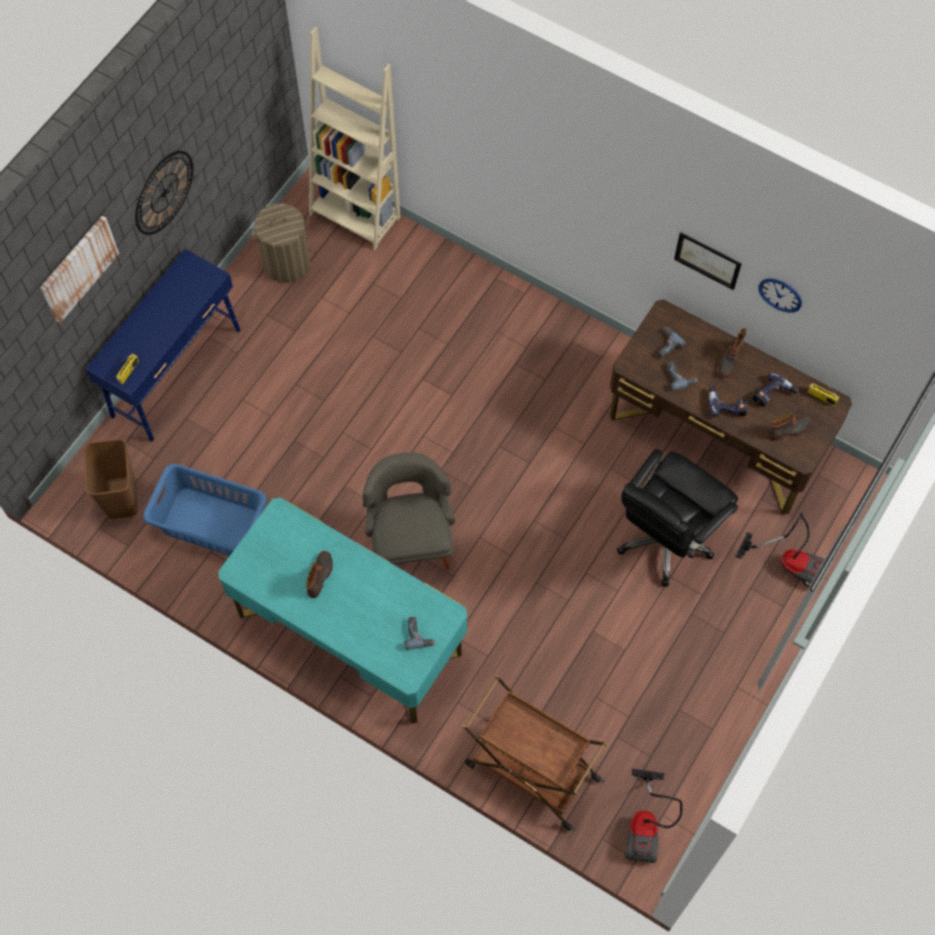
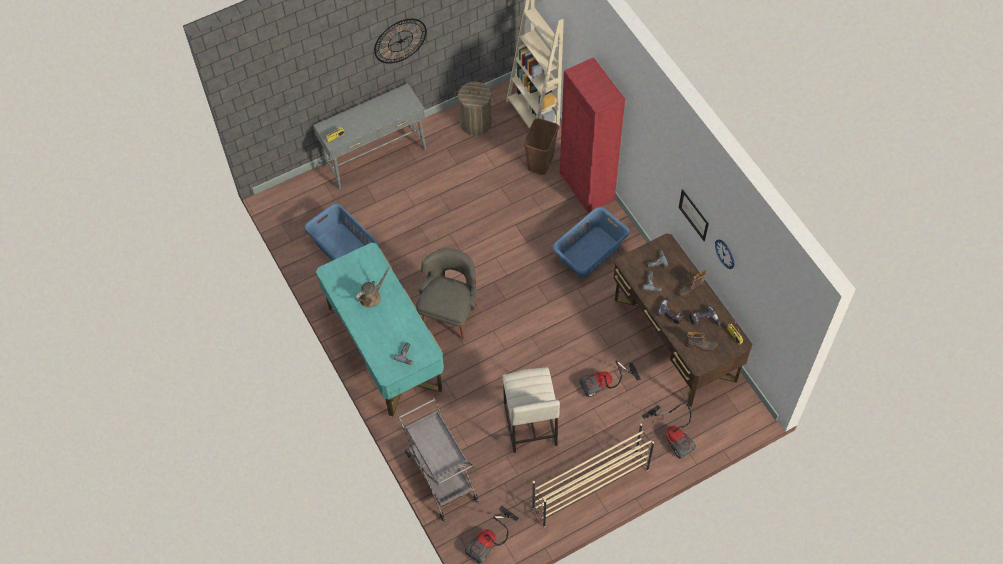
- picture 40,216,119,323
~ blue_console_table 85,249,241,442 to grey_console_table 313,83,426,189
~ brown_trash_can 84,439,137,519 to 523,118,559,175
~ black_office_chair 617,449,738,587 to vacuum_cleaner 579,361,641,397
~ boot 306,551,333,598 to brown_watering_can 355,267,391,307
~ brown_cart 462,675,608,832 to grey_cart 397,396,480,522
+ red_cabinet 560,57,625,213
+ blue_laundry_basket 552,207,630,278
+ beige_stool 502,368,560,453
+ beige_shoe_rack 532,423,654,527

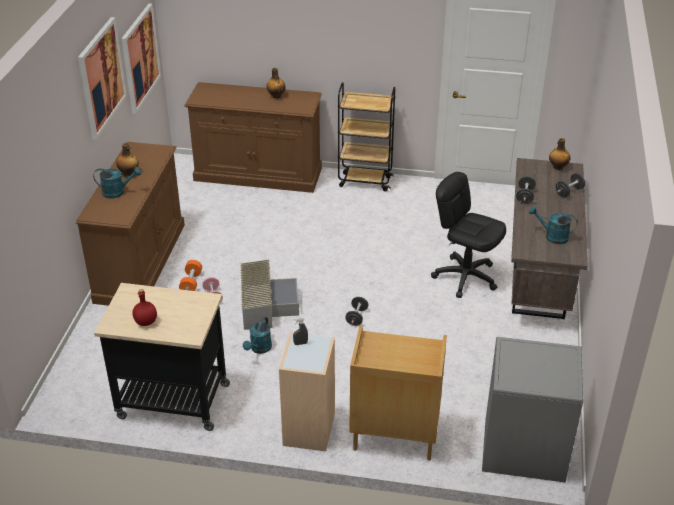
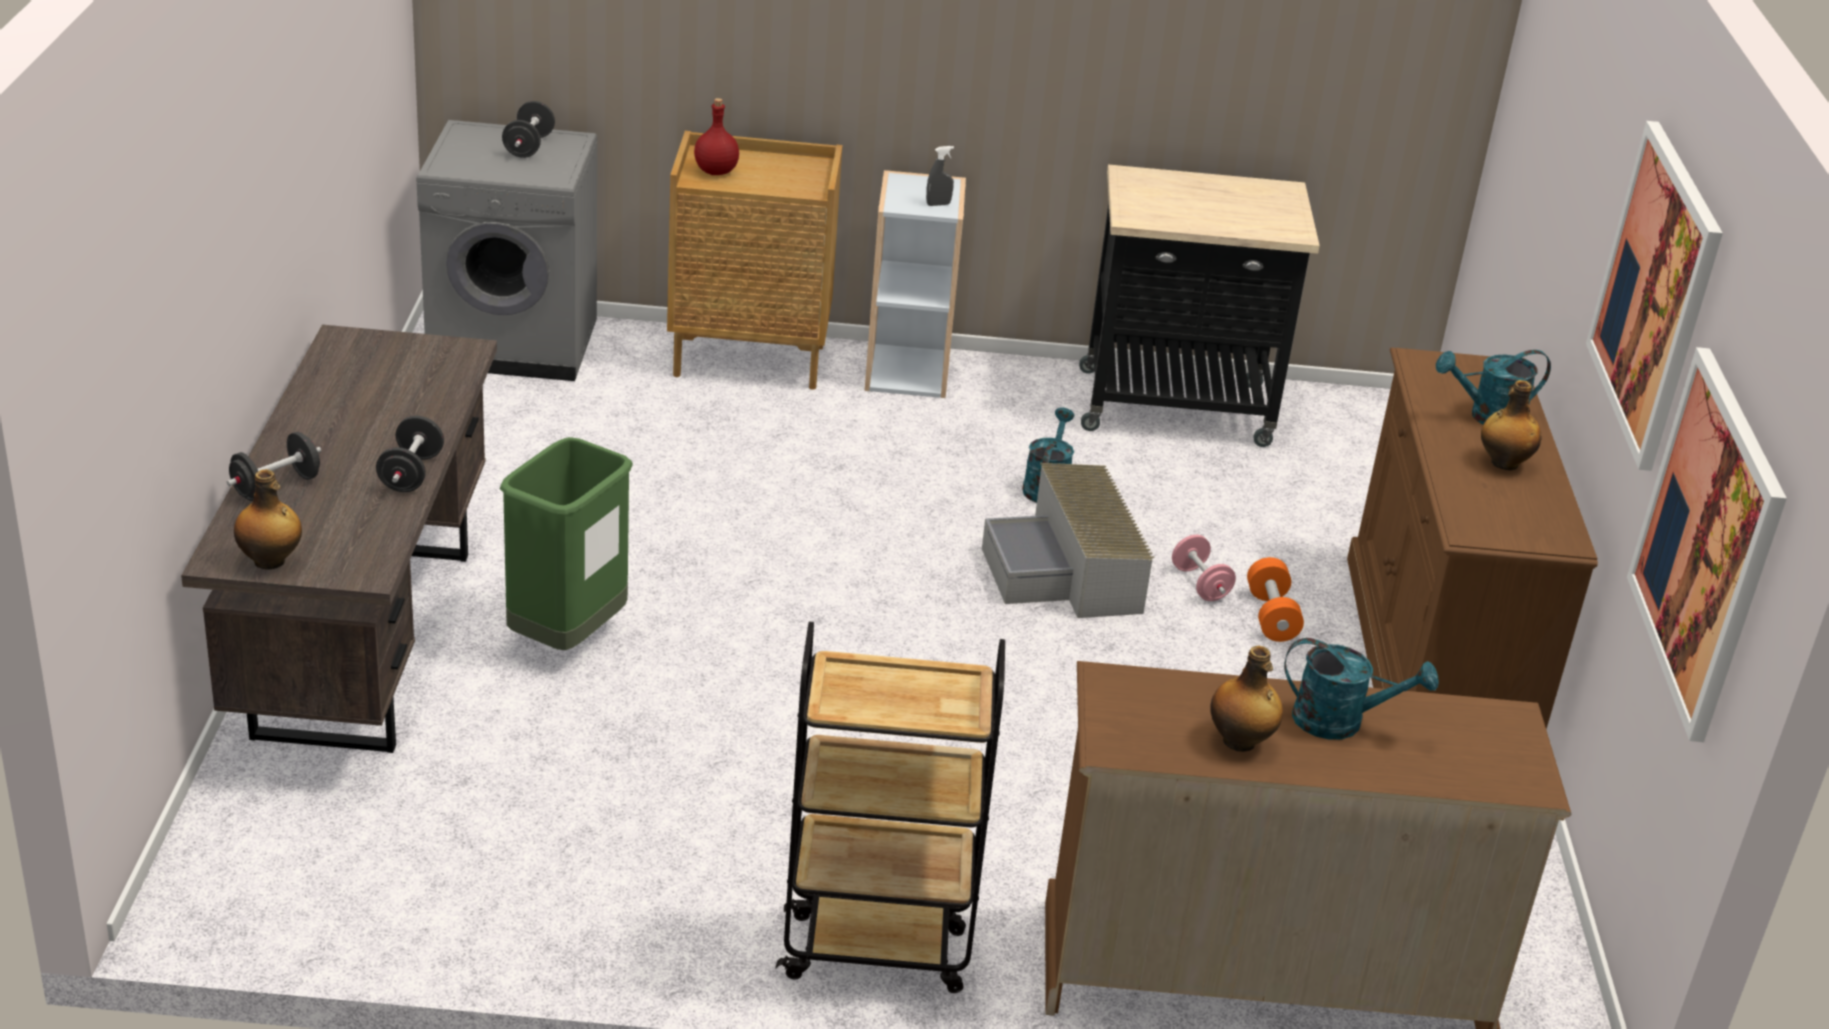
~ black_office_chair 431,172,506,298 to green_trash_can 500,437,633,650
~ turquoise_watering_can 529,206,578,244 to 1284,638,1439,739
~ red_bottle 133,289,157,326 to 694,98,739,175
~ black_dumbbell 345,297,368,326 to 502,101,555,158

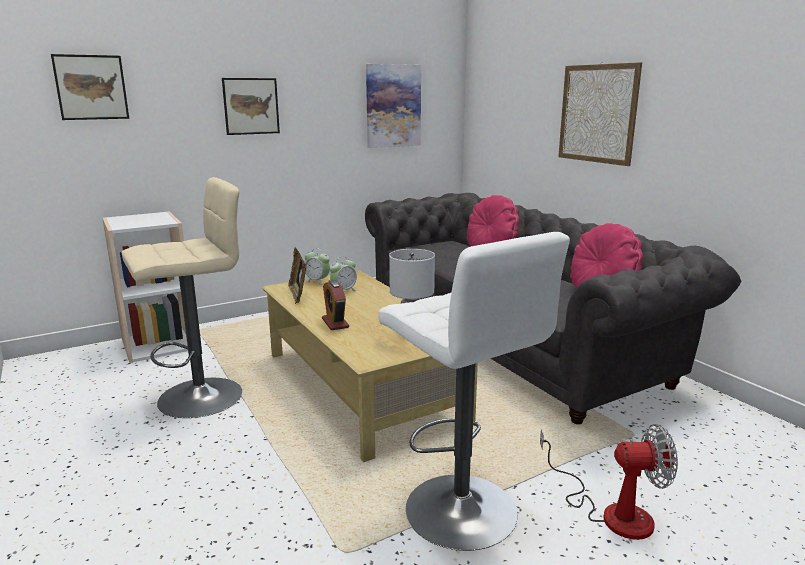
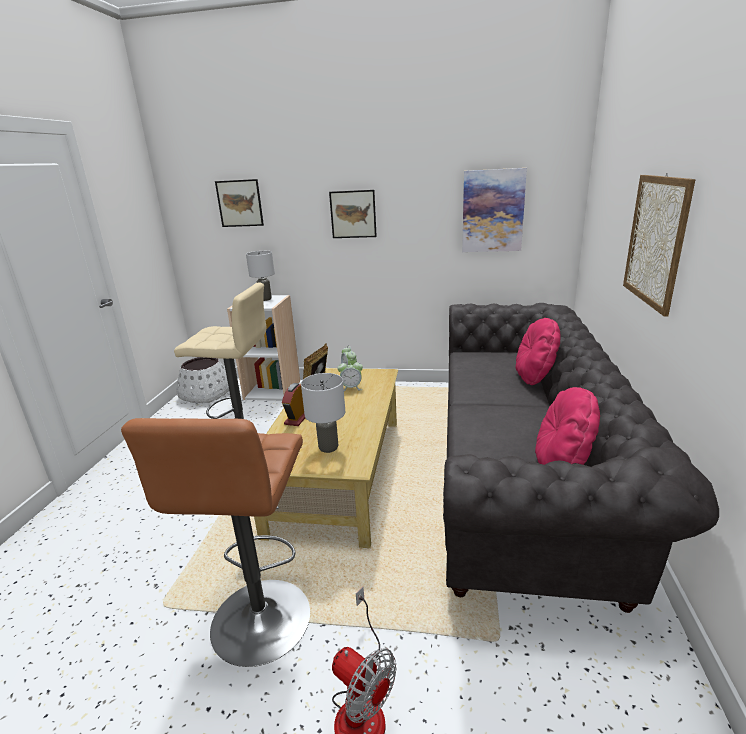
~ white_stool 378,232,570,551 to brown_stool 121,418,310,667
+ white_table_lamp 246,251,275,301
+ white_planter 176,357,229,403

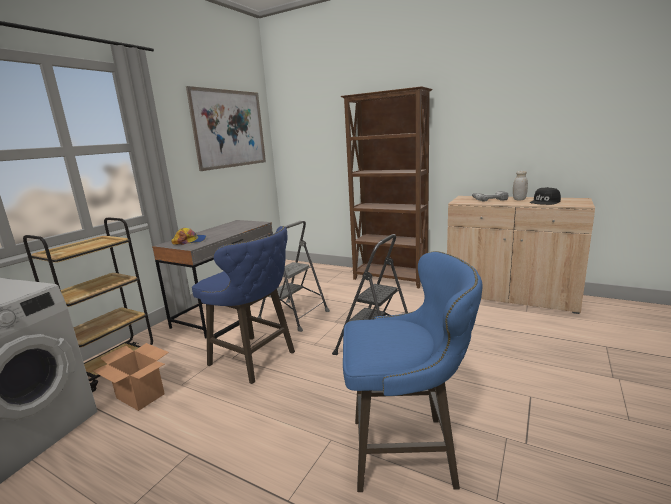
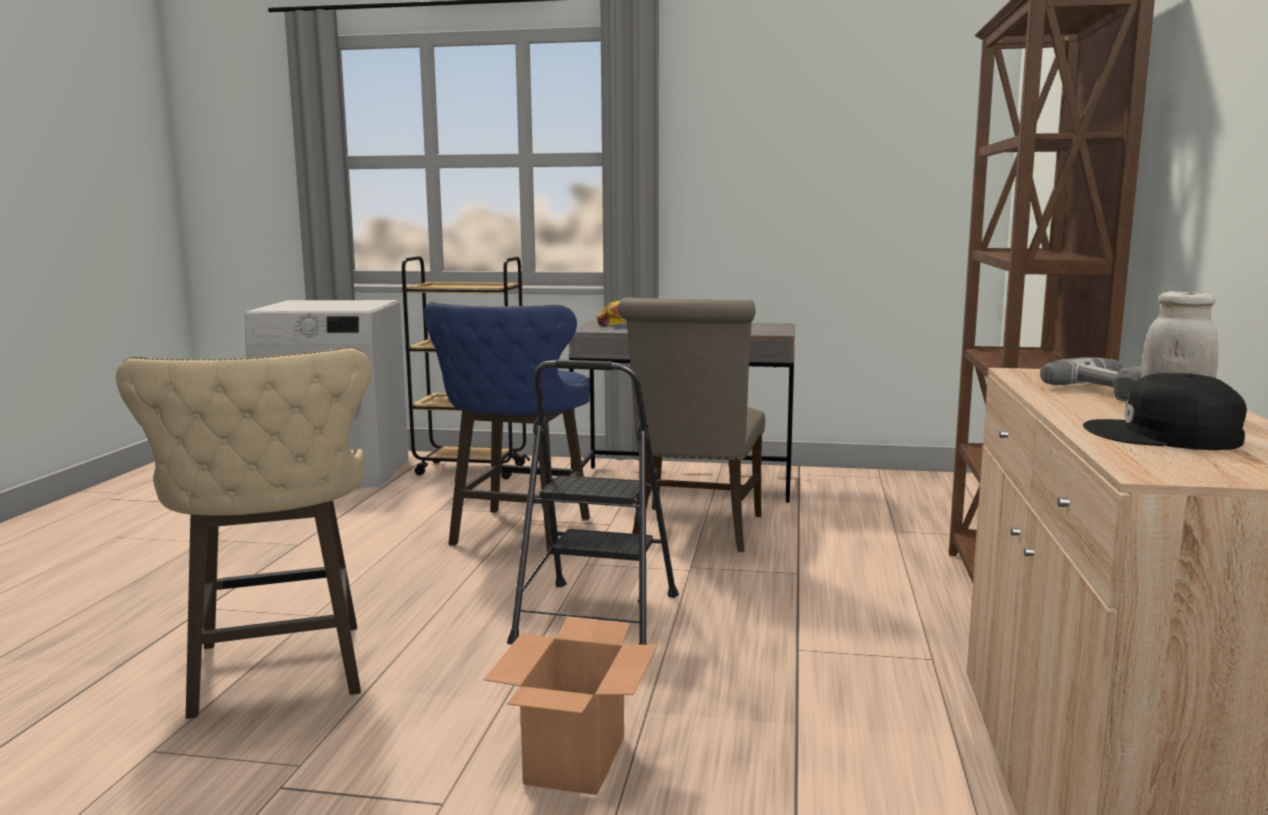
- picture 186,86,266,171
~ grey_step_ladder 257,220,330,332 to beige_chair 618,297,765,552
~ blue_stool 343,251,483,492 to beige_stool 116,347,371,719
~ cardboard_box 93,343,169,411 to 484,617,658,795

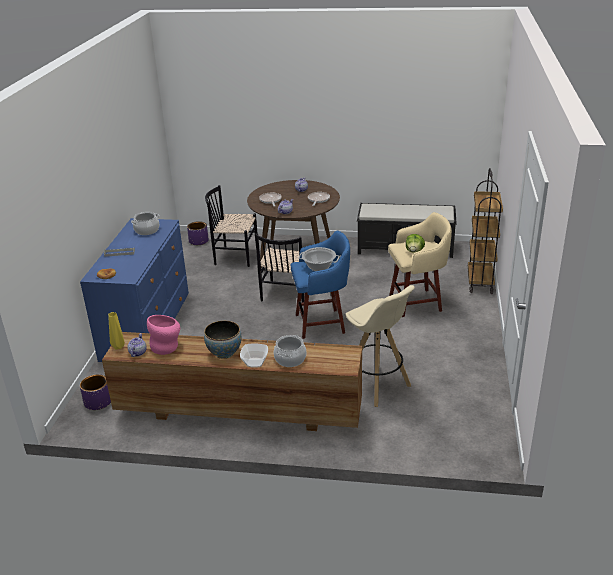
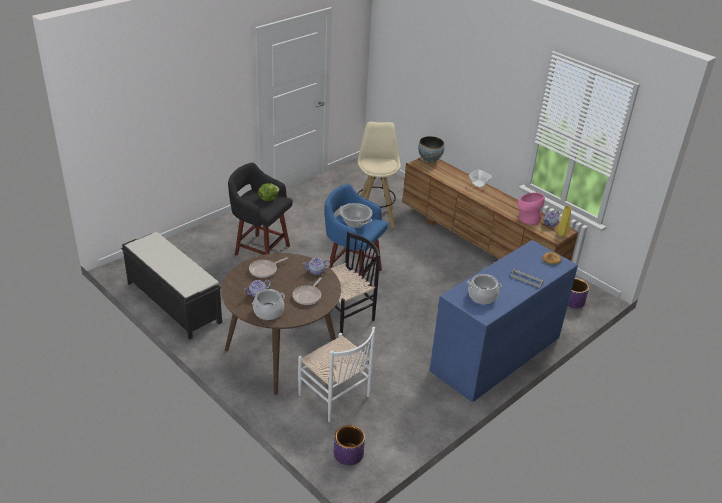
- brown_cart 468,168,503,294
~ black_chair 205,185,257,267 to white_chair 298,327,375,422
~ beige_stool 388,212,452,317 to black_stool 228,163,292,256
~ bowl 204,321,241,359 to 418,136,444,163
~ cooking_pot 274,335,307,367 to 252,289,285,320

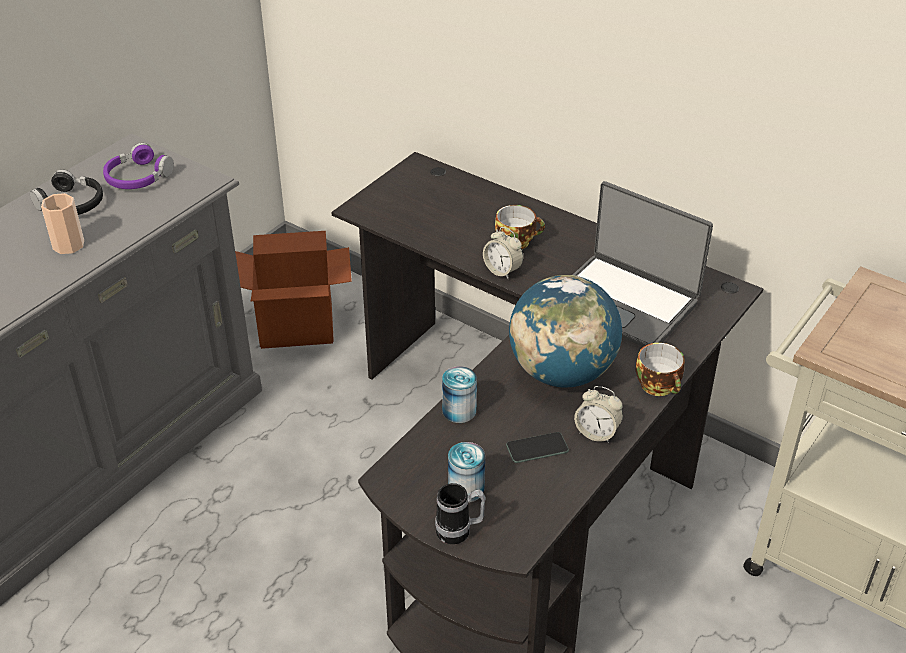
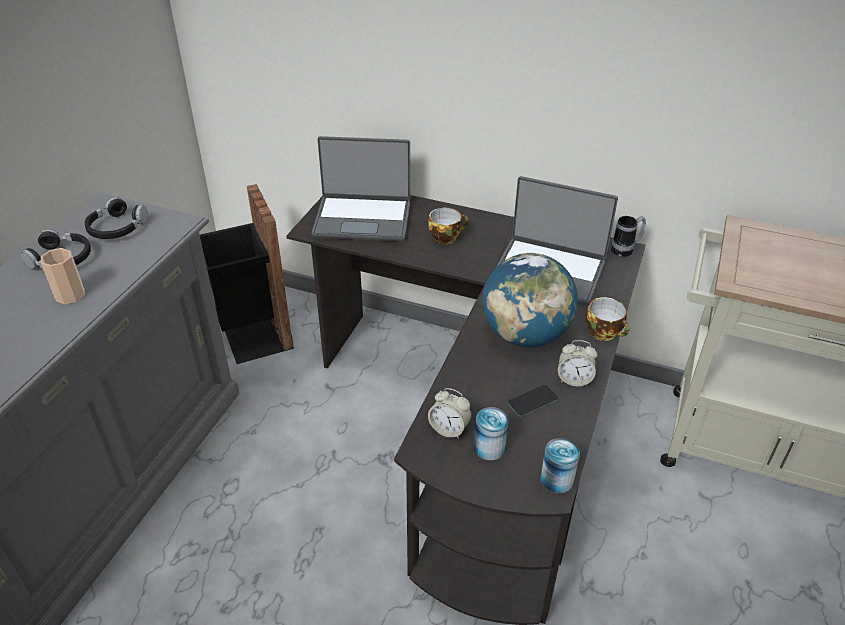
~ purple_headphones 103,143,174,189 to black_headphones 85,197,148,239
~ alarm_clock 483,227,523,279 to 428,388,472,439
~ cardboard_box 235,231,352,349 to black_trash_can 200,184,294,364
~ can 442,366,477,423 to 541,438,580,493
~ mug 435,483,486,544 to 611,216,646,257
+ laptop 311,136,410,242

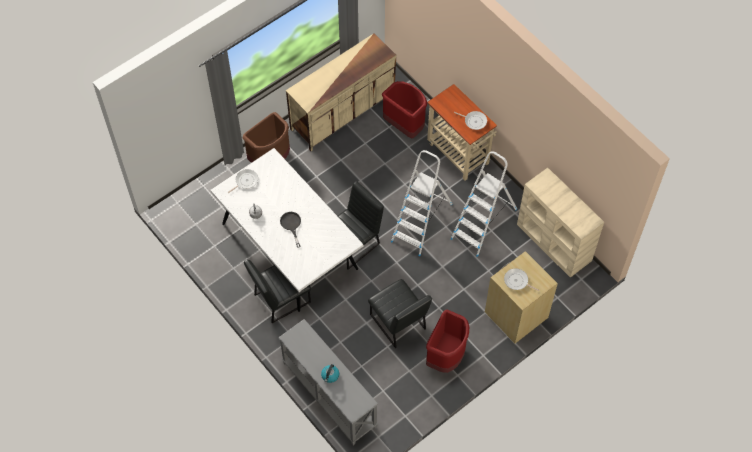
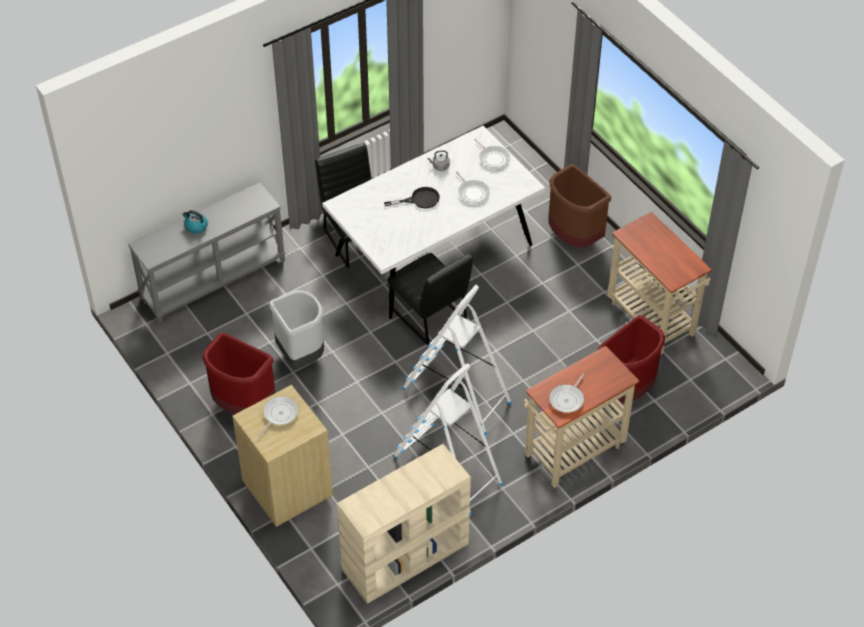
~ beige_cabinet 286,33,396,151 to beige_cart 608,212,712,354
~ black_chair 368,279,432,348 to grey_trash_can 269,290,324,369
+ frying_pan 456,172,489,203

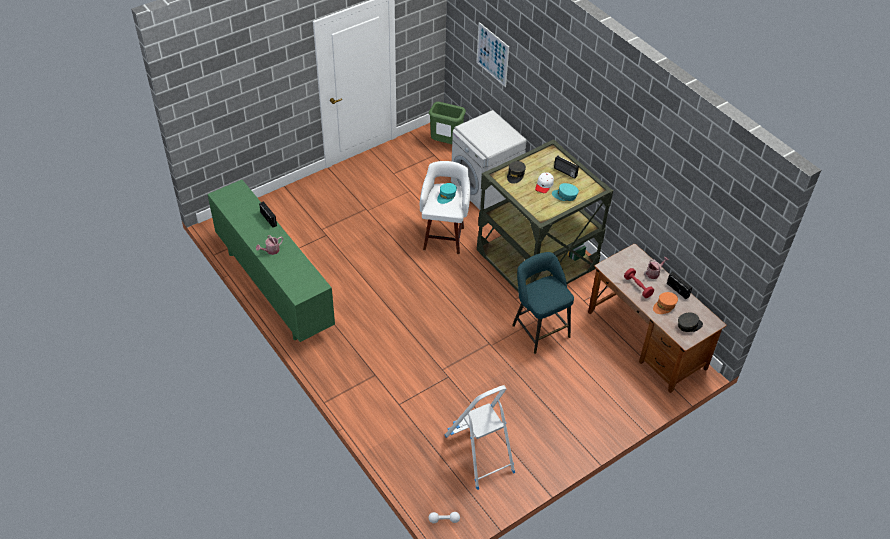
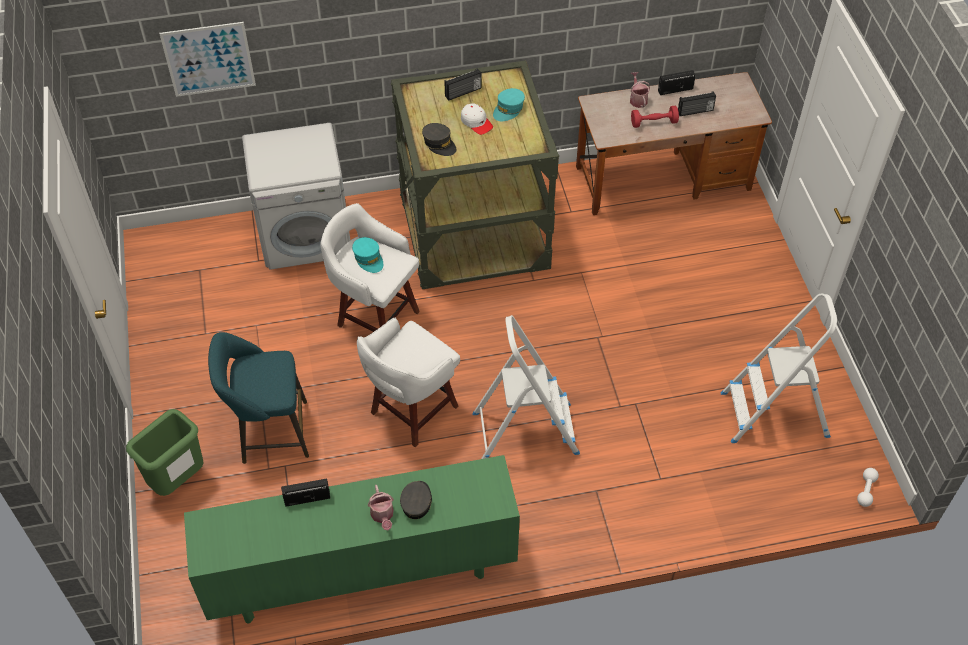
~ green_trash_can 429,102,466,144 to 126,409,203,496
~ turquoise_stool 512,252,574,354 to 208,332,309,464
~ orange_cap 653,292,678,314 to radio 678,91,716,116
~ grey_cap 678,313,703,332 to 400,481,432,519
+ white_step_ladder 472,315,580,459
+ white_stool 357,318,460,447

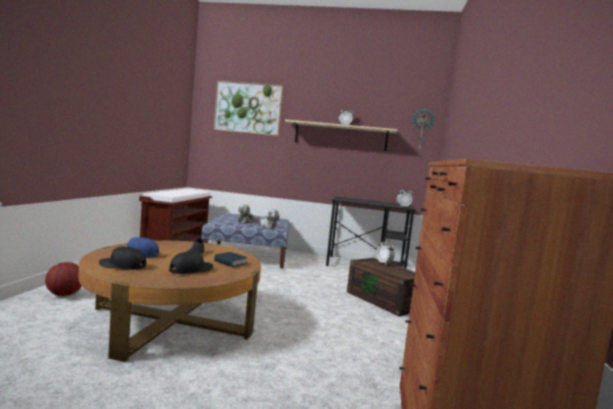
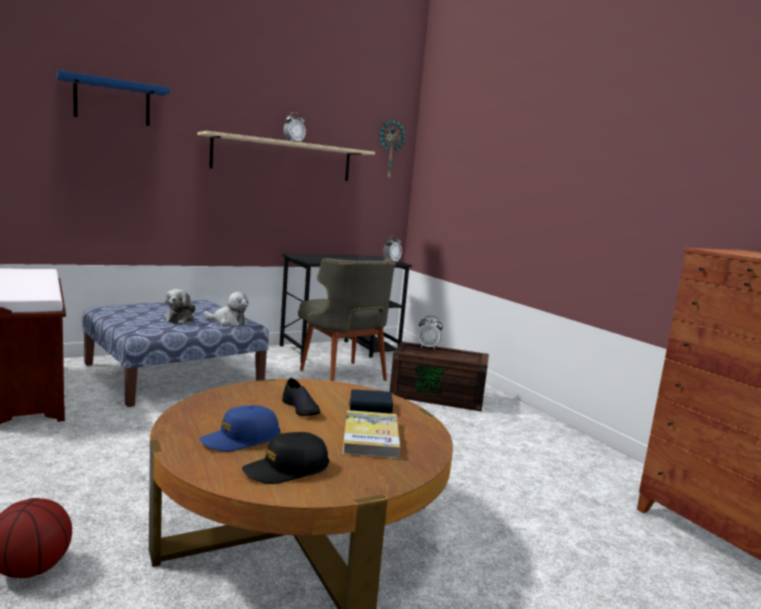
~ picture 214,80,283,136 to blue_shelf 57,70,170,126
~ black_cap 169,251,213,274 to book 343,410,400,459
+ grey_chair 298,258,395,381

